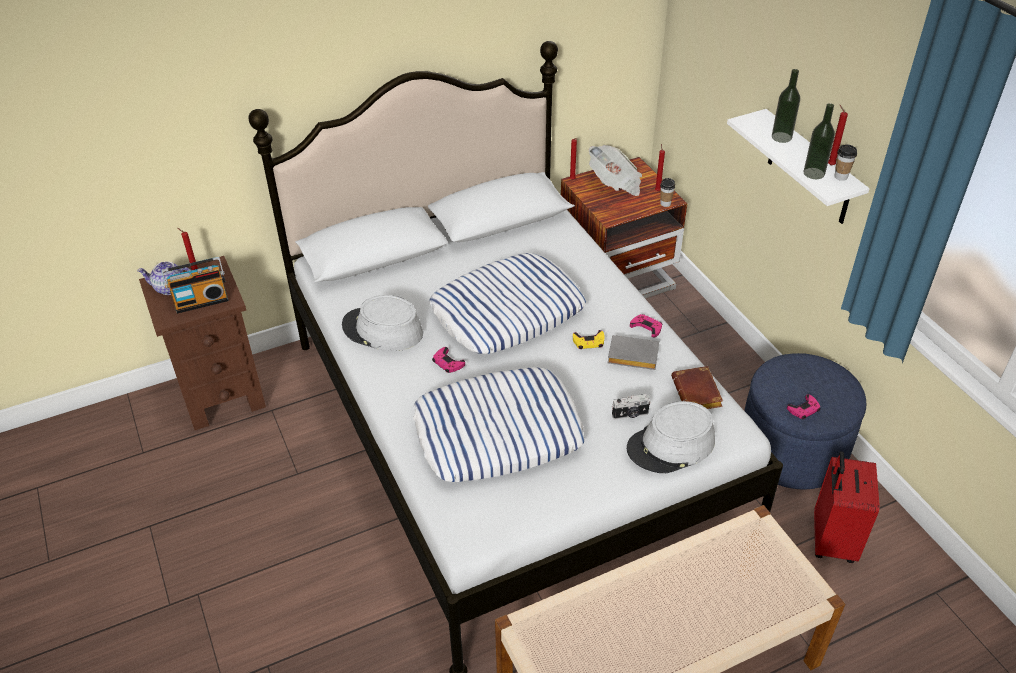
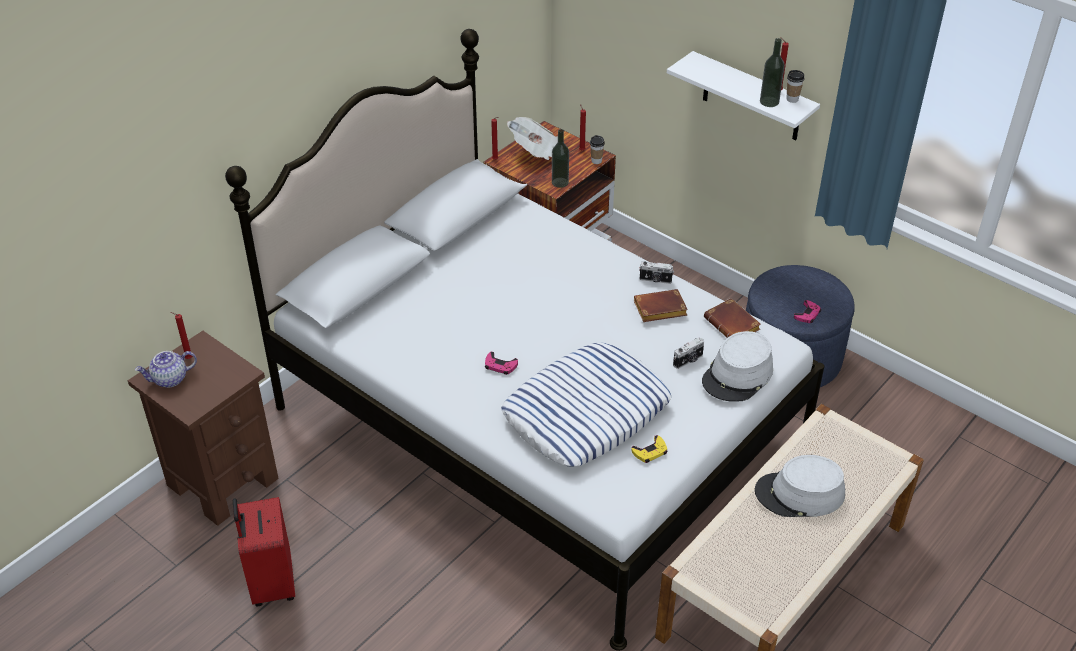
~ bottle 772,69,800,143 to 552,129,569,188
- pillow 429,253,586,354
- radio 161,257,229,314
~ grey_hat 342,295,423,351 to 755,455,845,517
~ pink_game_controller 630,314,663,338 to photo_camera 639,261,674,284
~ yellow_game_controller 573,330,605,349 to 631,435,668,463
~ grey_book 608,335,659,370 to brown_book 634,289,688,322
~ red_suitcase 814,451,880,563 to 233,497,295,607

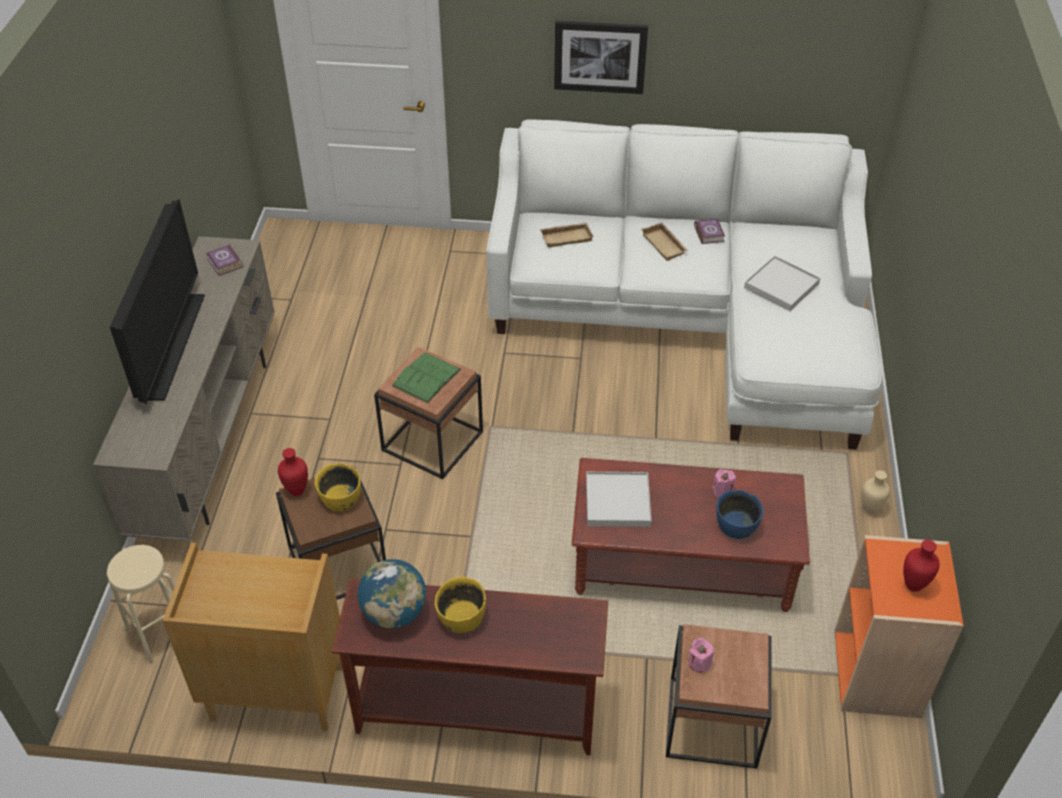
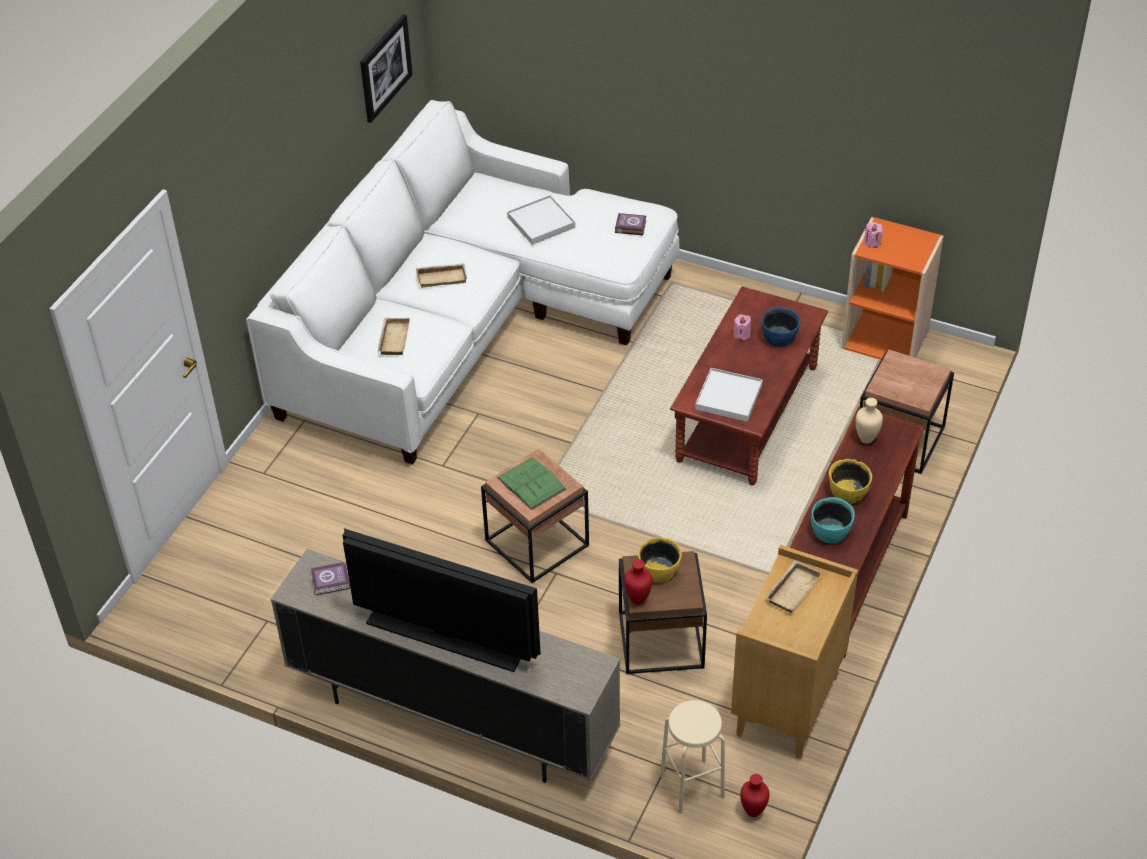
~ picture 554,21,648,94 to 360,14,413,123
~ book 694,219,725,244 to 615,213,646,235
~ beige_vase 861,470,890,514 to 856,398,883,444
~ red_vase 903,540,940,592 to 740,774,769,817
~ globe 358,559,426,628 to turquoise_bowl 811,497,855,544
~ pink_candle 689,638,714,673 to 864,222,883,248
+ beige_tray 765,560,822,613

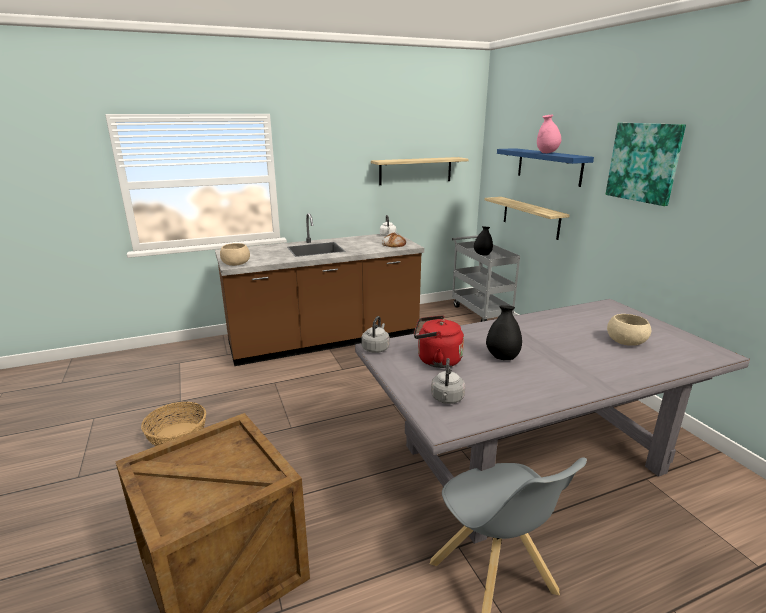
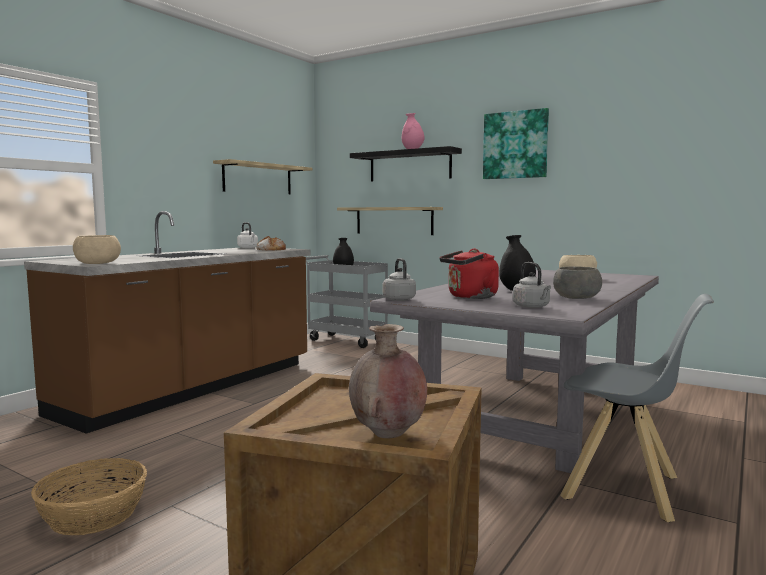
~ blue_shelf 497,148,594,187 to black_shelf 350,146,462,181
+ grey_bowl 553,266,602,299
+ brown_vase 349,324,427,438

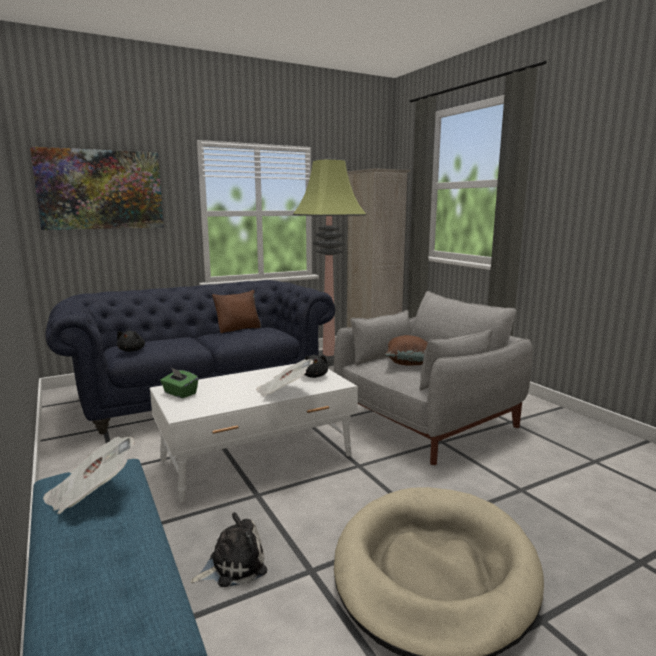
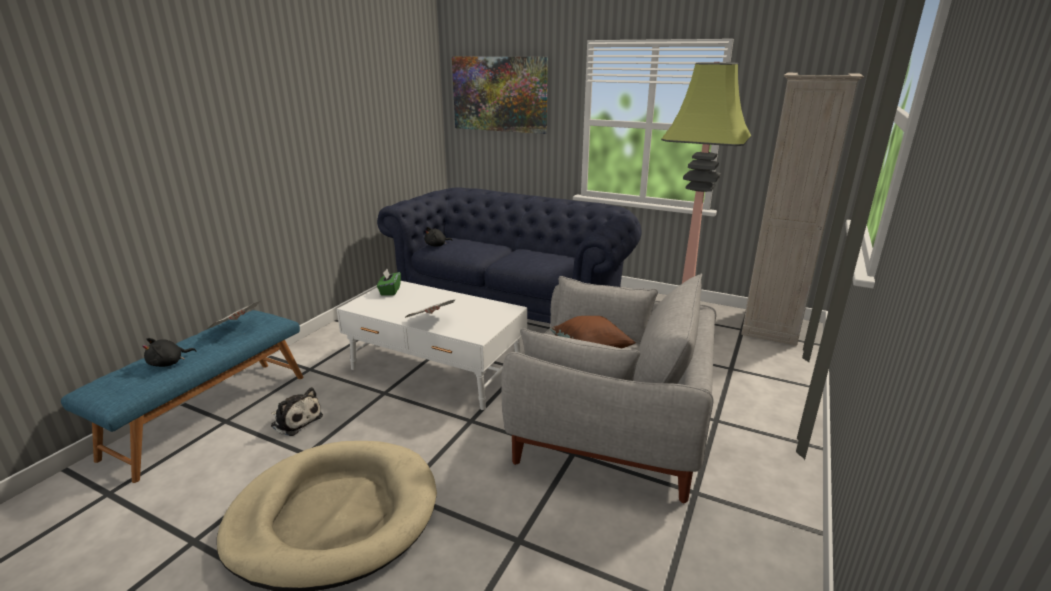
- brown_pillow 212,290,262,333
~ black_plush_toy 304,355,328,378 to 142,338,196,367

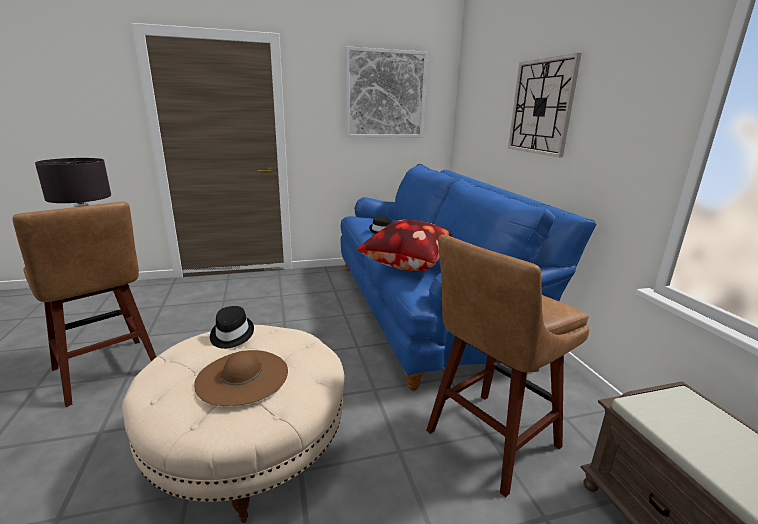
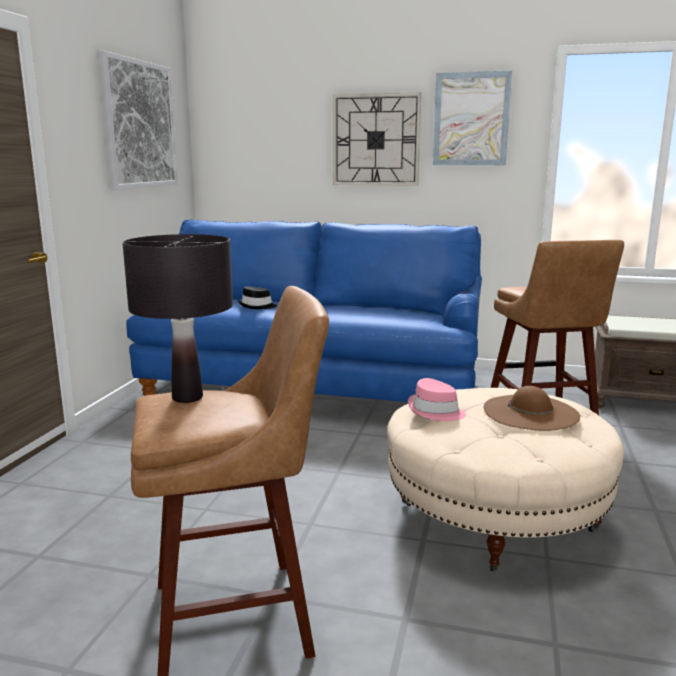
- pillow 358,220,452,271
~ black_hat 210,306,254,349 to pink_hat 408,378,466,421
+ picture 433,71,512,165

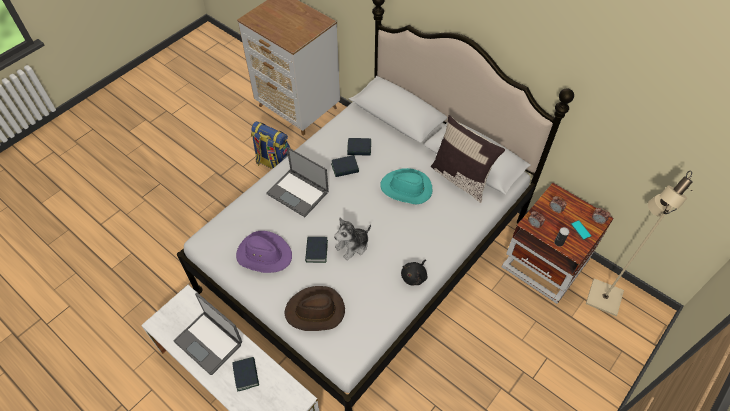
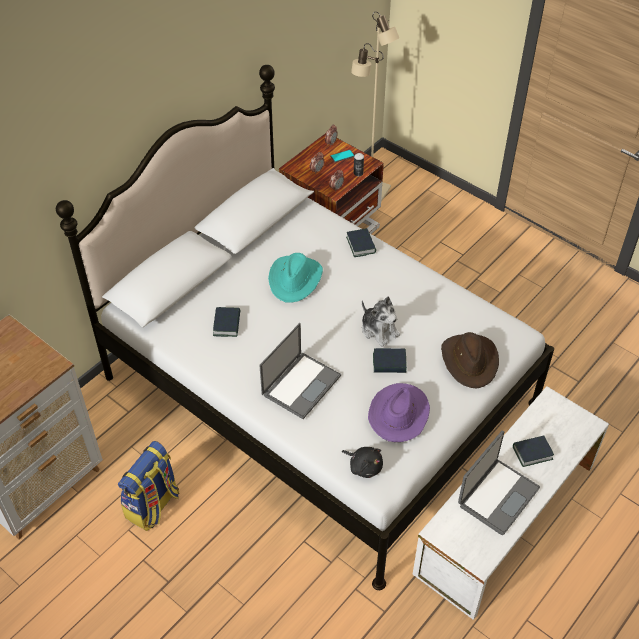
- pillow 431,115,505,203
~ book 331,155,359,177 to 346,228,376,257
~ black_plush_toy 401,260,428,285 to 342,447,383,478

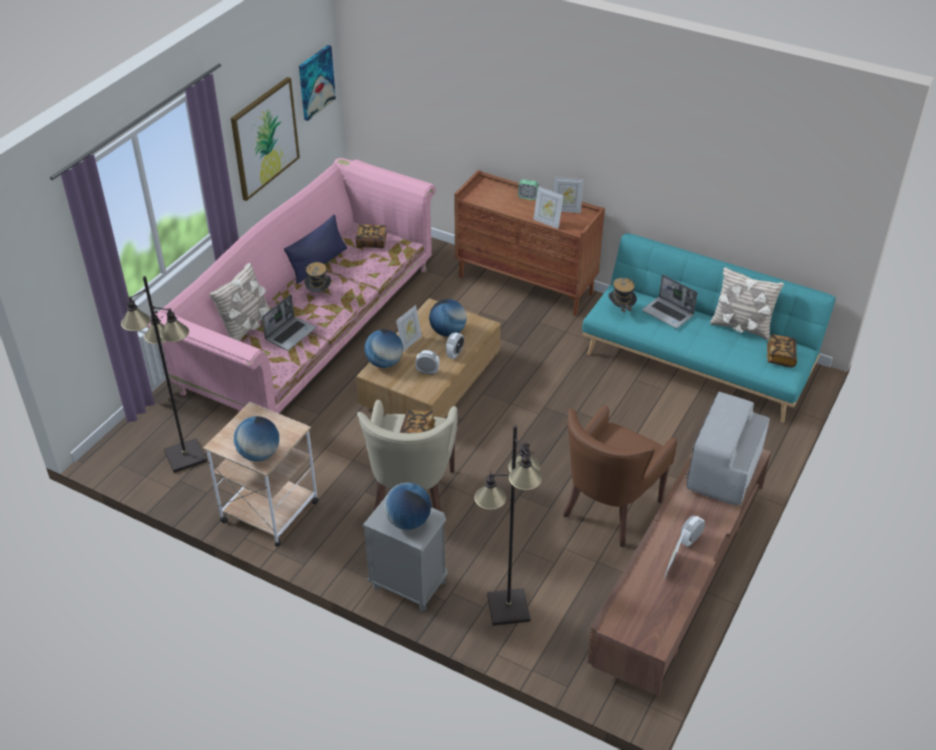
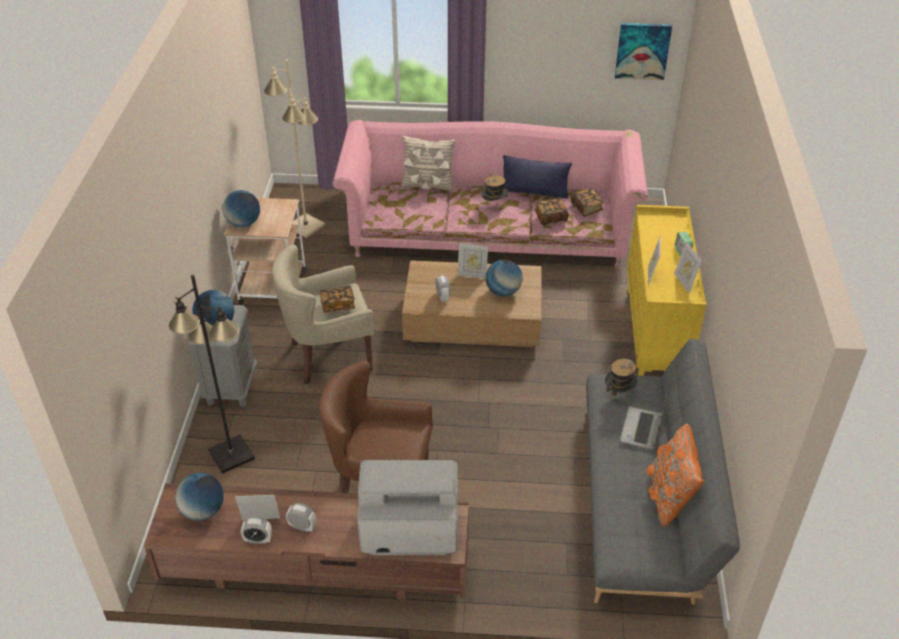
- picture 231,77,300,201
~ brown_cabinet 454,170,605,316 to yellow_cabinet 627,205,707,376
~ turquoise_sofa 582,233,836,423 to grey_sofa 586,338,740,605
~ beige_pillow 710,267,784,340 to orange_pillow 646,423,704,527
~ black_floor_lamp 121,276,207,473 to beige_floor_lamp 264,60,325,238
- laptop 262,295,316,350
~ globe 364,329,403,368 to 175,473,224,521
~ alarm_clock 446,332,464,359 to 241,516,272,544
~ book 767,334,797,367 to 535,198,569,225

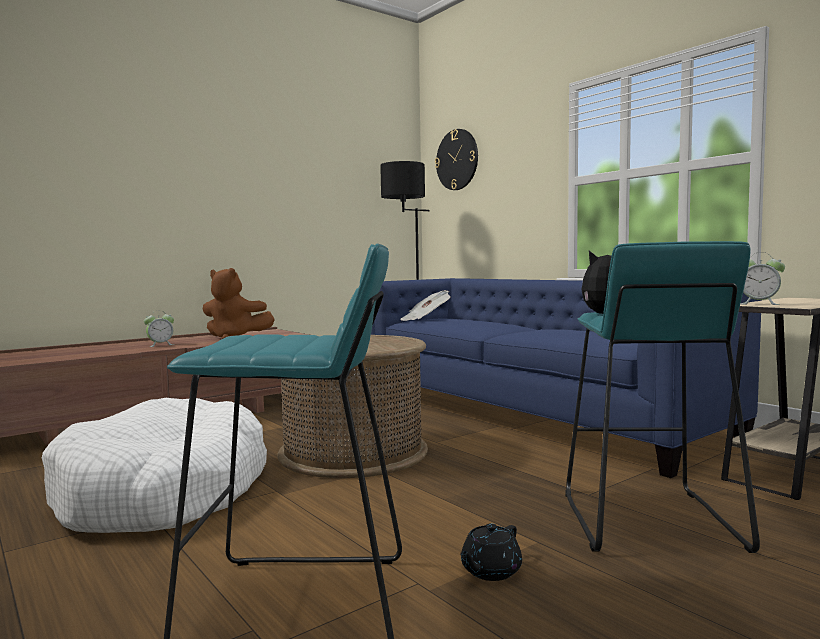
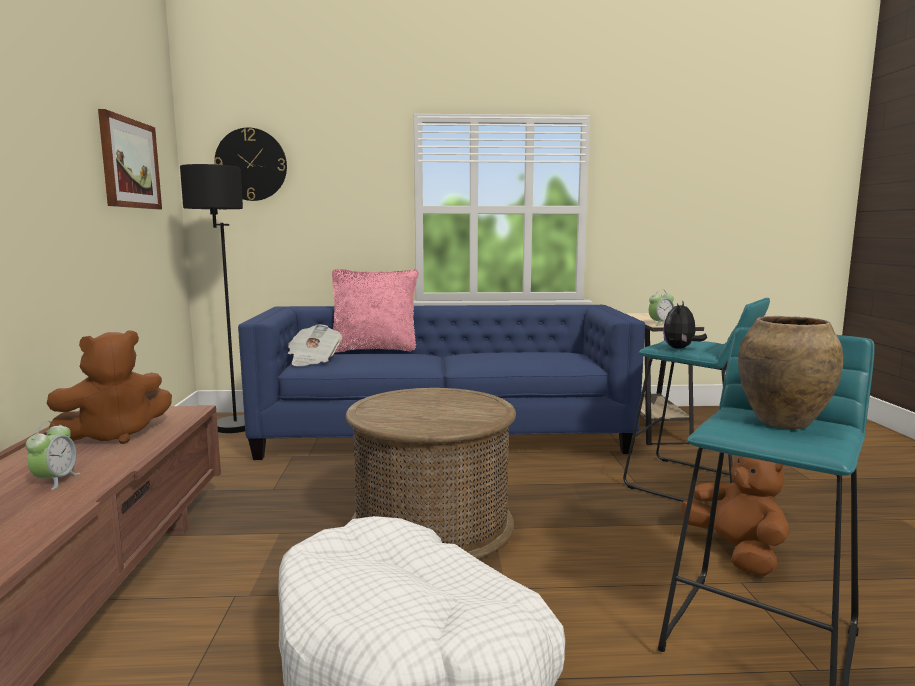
~ black_teapot 460,523,522,581 to brown_plush_toy 681,456,789,576
+ picture 98,109,162,209
+ pink_pillow 332,269,419,353
+ brown_vase 738,316,843,429

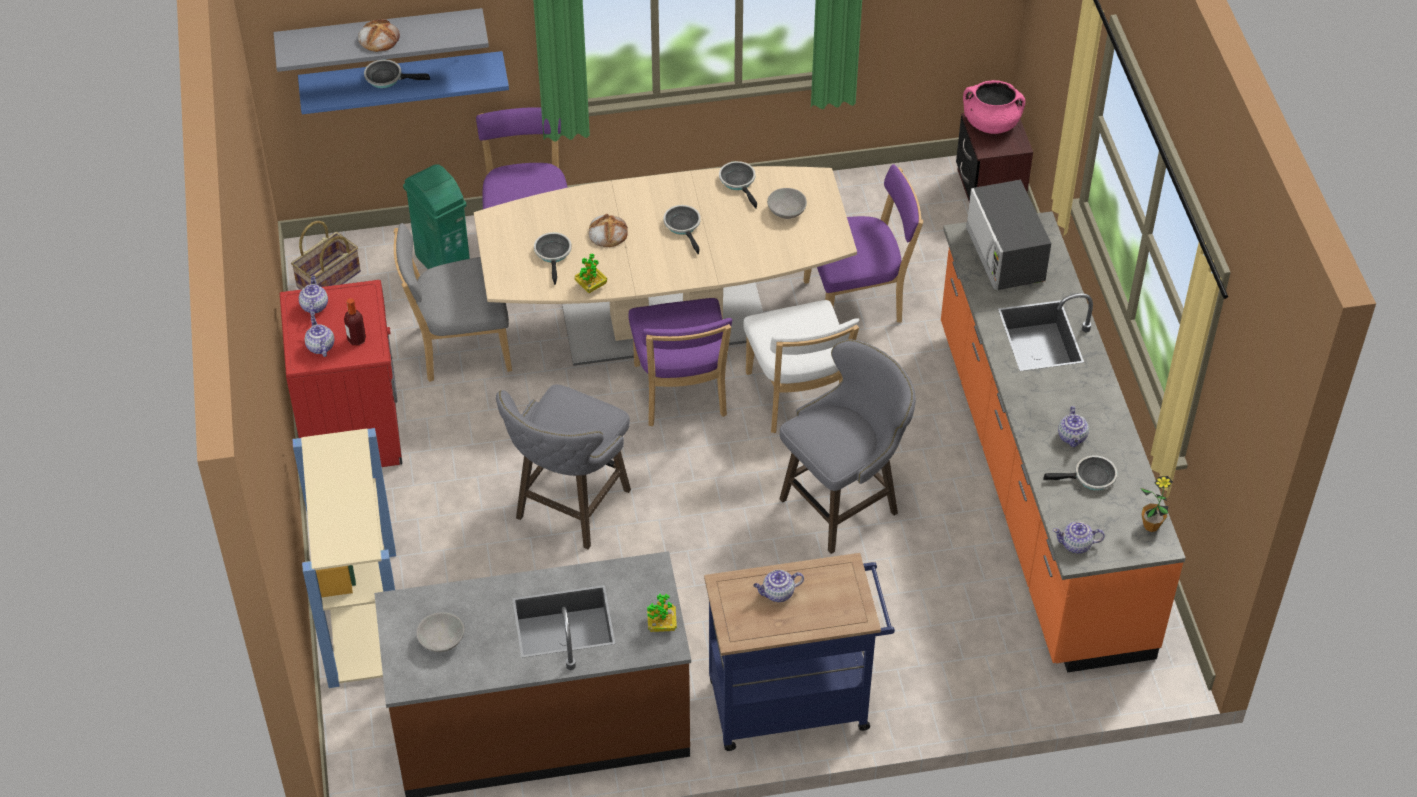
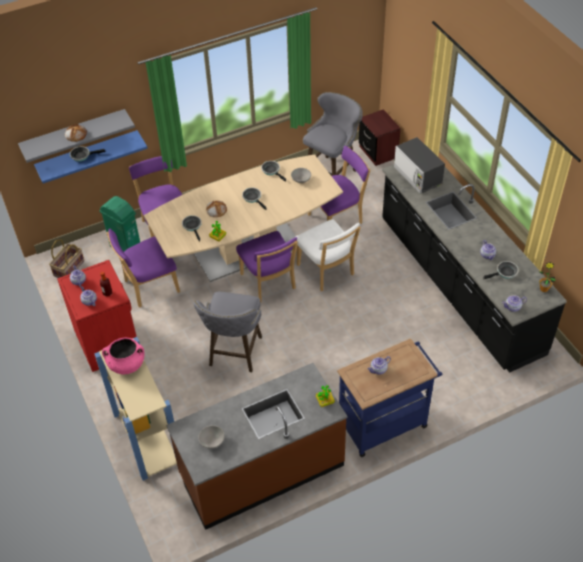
~ pink_cooking_pot 963,80,1025,134 to 102,338,144,374
~ orange_counter 941,211,1186,673 to black_counter 382,164,567,373
~ grey_chair 394,223,512,382 to purple_chair 106,229,180,307
~ grey_stool 779,339,916,554 to 303,92,363,176

